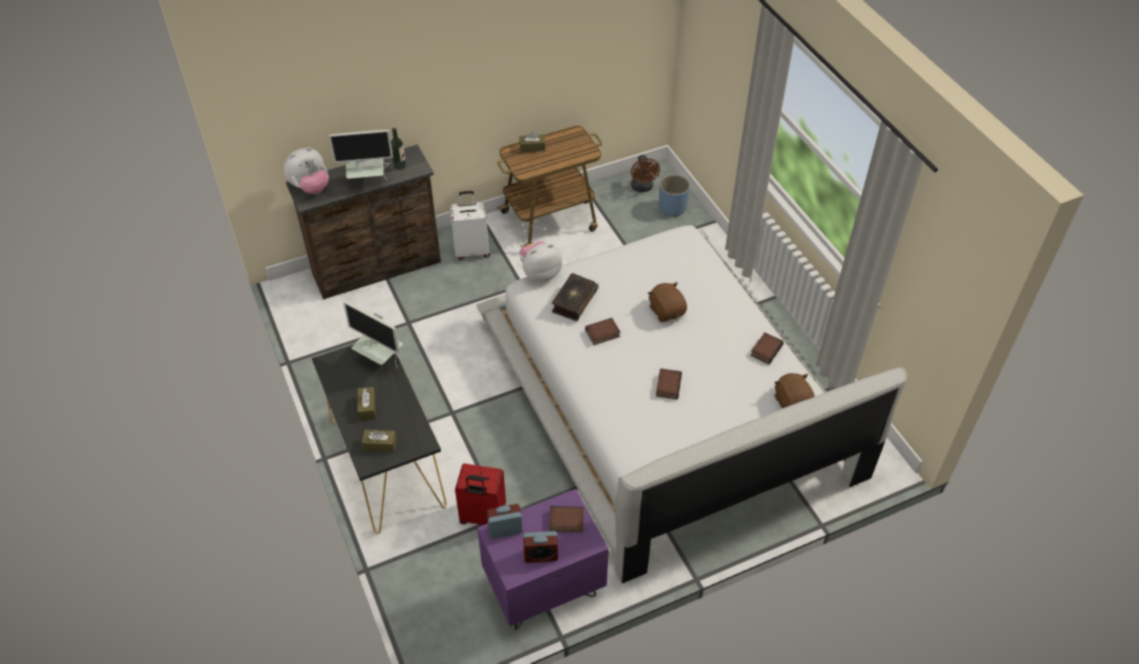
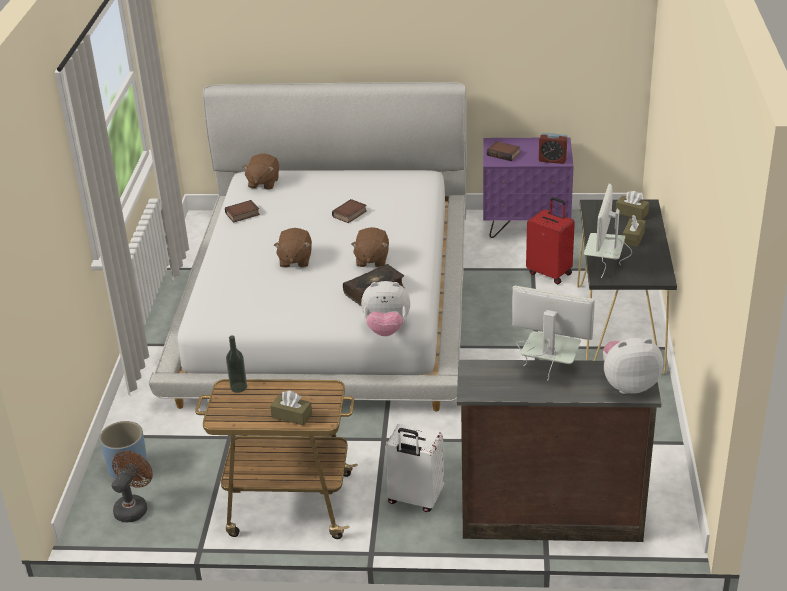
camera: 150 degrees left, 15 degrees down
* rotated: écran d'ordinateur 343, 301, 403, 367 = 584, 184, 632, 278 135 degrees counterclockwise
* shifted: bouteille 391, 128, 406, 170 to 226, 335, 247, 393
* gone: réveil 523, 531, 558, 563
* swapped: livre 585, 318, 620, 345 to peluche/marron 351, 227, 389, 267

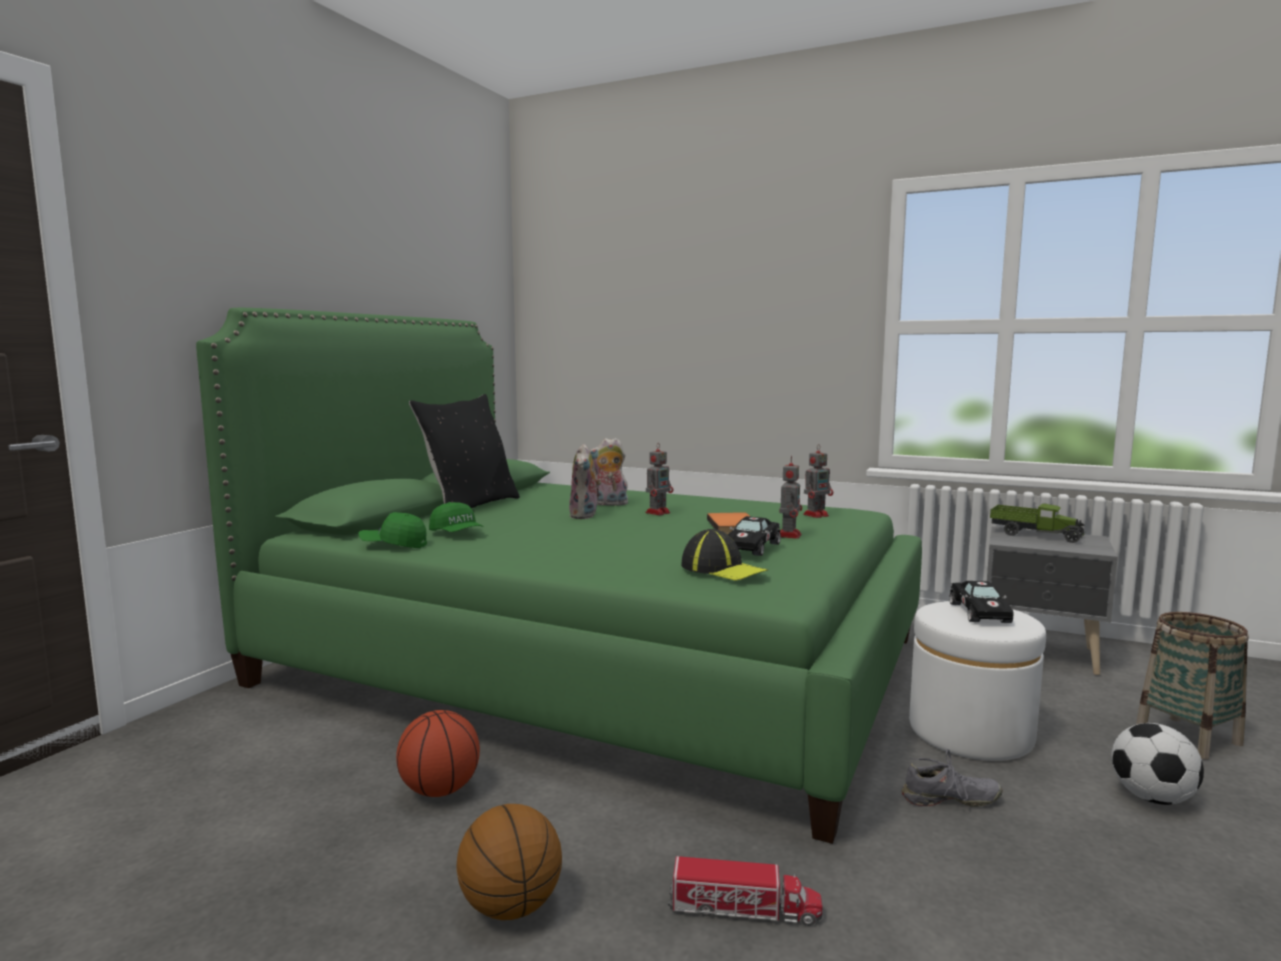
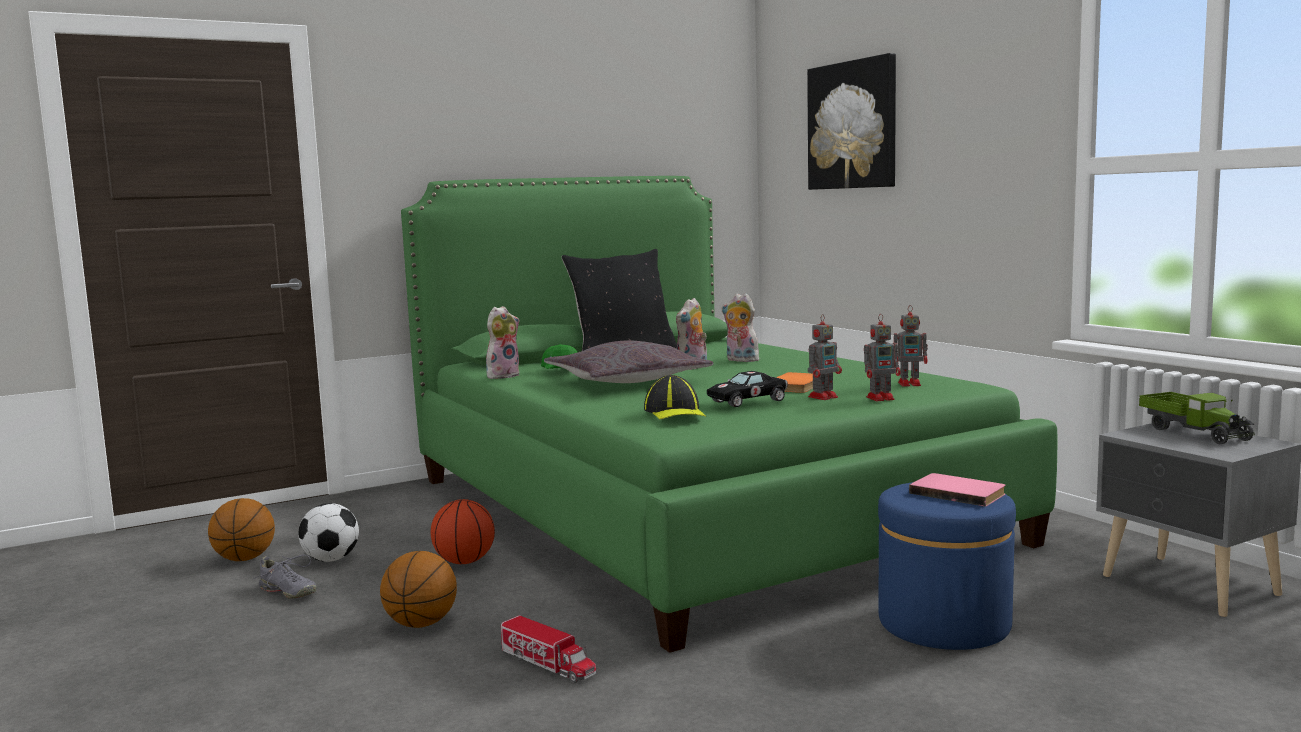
camera: 35 degrees right, 0 degrees up
* swapped: casquette/vert 358, 512, 427, 548 to peluche 486, 306, 519, 379
* shifted: robot jouet 646, 443, 674, 515 to 864, 314, 901, 401
* shifted: chaussure/gris 901, 749, 1003, 807 to 253, 554, 317, 599
* repainted: pouf/blanc 909, 601, 1046, 761 to pouf/bleu 878, 482, 1016, 650
* swapped: petite voiture/noir 949, 581, 1014, 623 to livre/rose 909, 473, 1006, 507
* shifted: ballon de foot 1111, 723, 1204, 805 to 298, 503, 359, 562
* gone: panier 1136, 612, 1249, 760
* new: ballon de basket 208, 498, 275, 561
* new: coussin/gris 544, 341, 713, 383
* new: tableau 807, 53, 896, 190

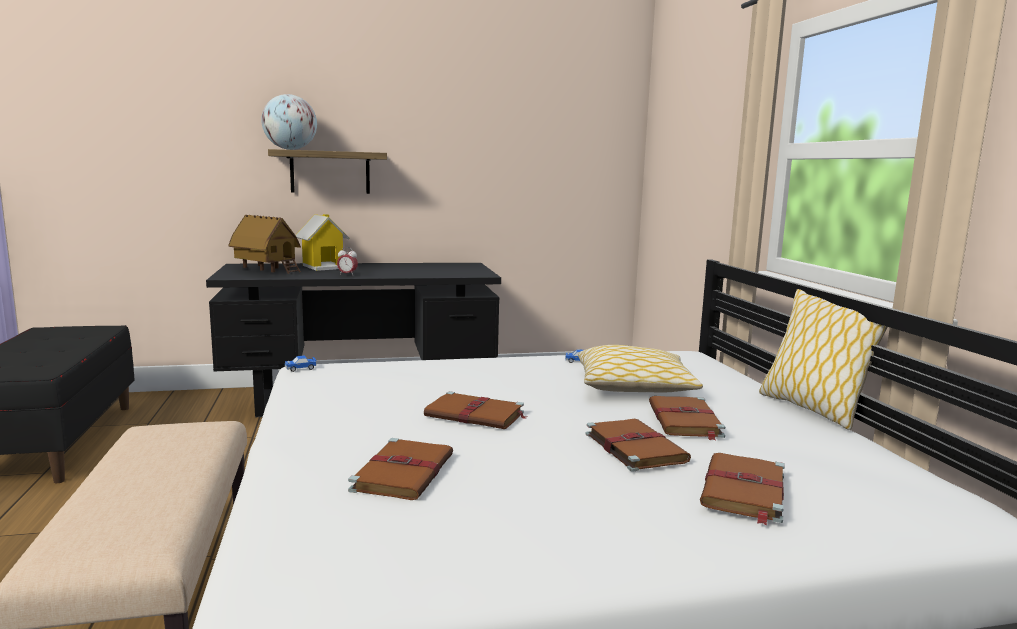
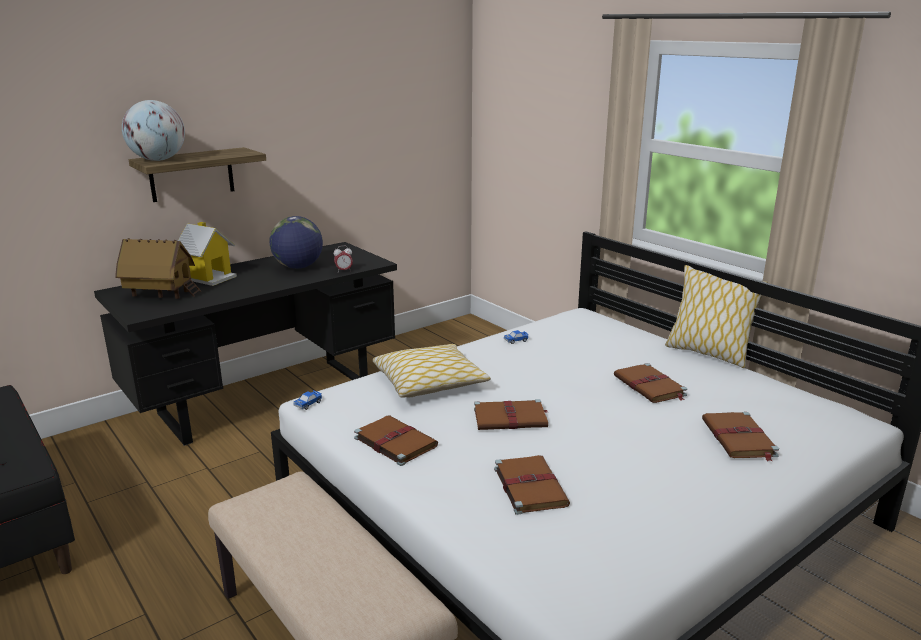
camera: 25 degrees left, 10 degrees up
* shifted: réveil 337, 247, 358, 275 to 334, 246, 353, 272
* shifted: coussin 578, 345, 703, 393 to 373, 344, 491, 398
* shifted: livre/marron 586, 419, 691, 472 to 354, 415, 438, 466
* new: globe 269, 216, 323, 269

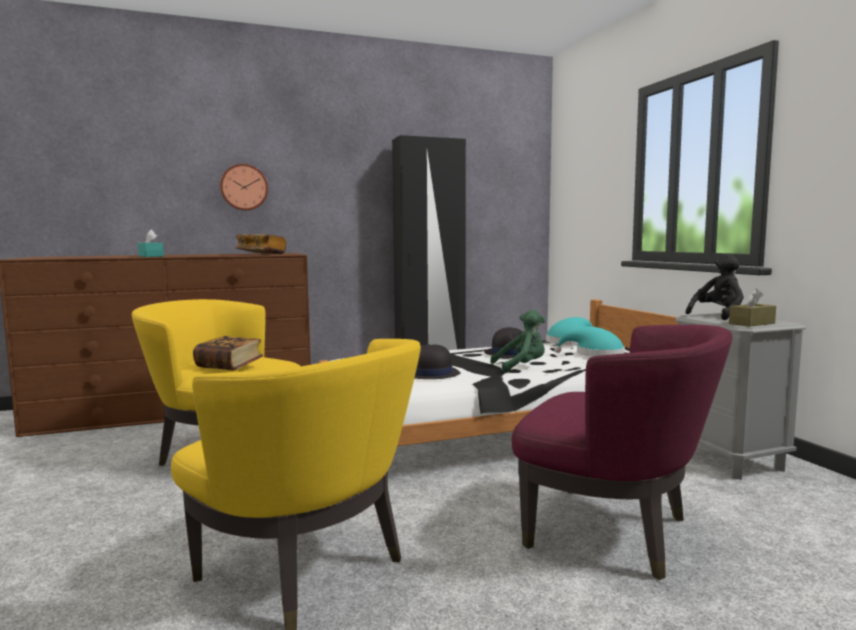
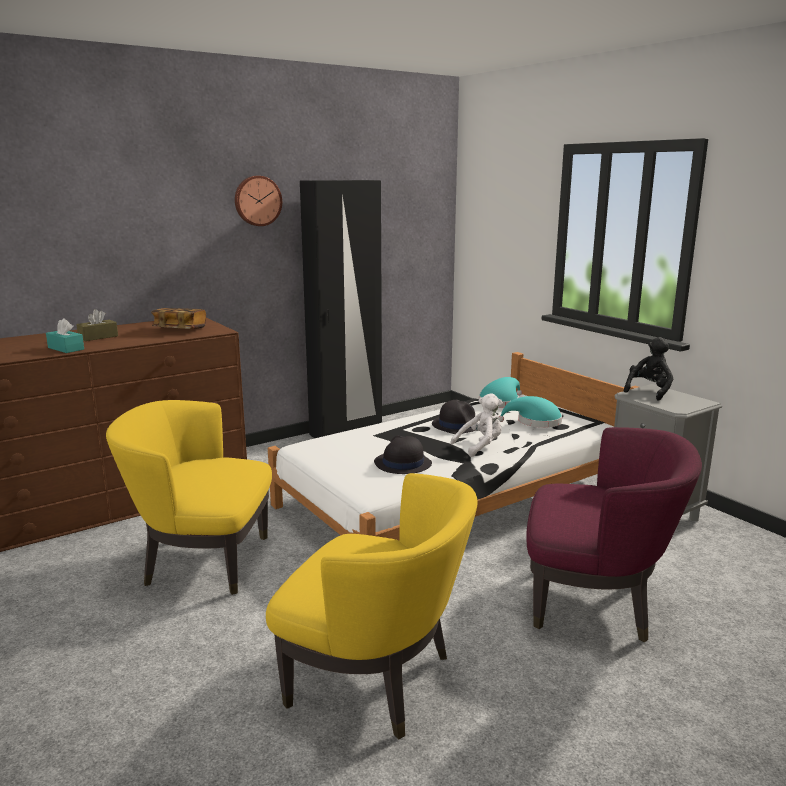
camera: 15 degrees left, 10 degrees up
* gone: livre 193, 336, 263, 370
* shifted: horloge murale 220, 164, 268, 211 to 235, 176, 282, 226
* repainted: peluche/vert 490, 310, 546, 373 to peluche/blanc 451, 393, 503, 457
* shifted: boîte à mouchoirs/marron 729, 289, 776, 327 to 76, 309, 118, 341

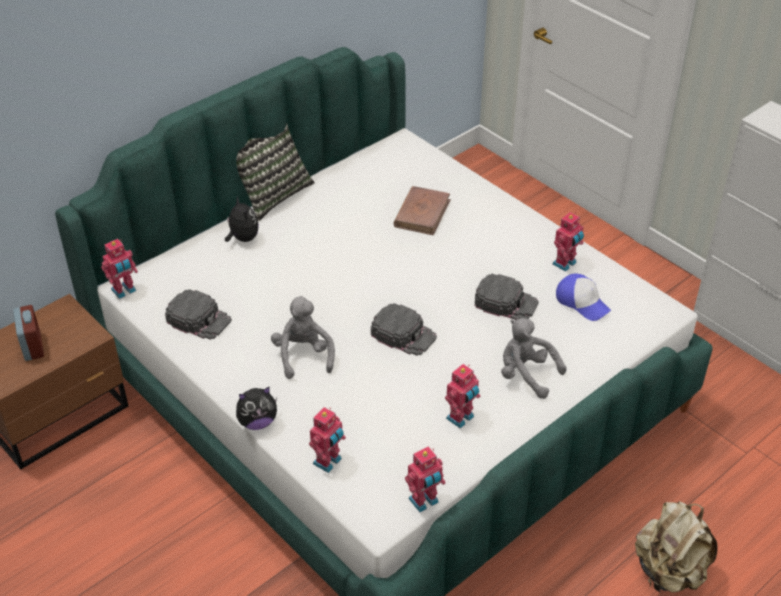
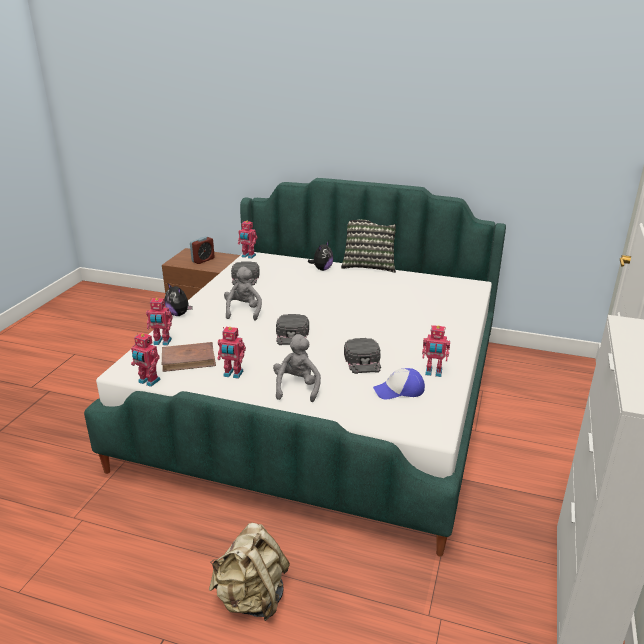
camera: 60 degrees right, 15 degrees down
* rotated: peluche/gris 271, 296, 335, 379 = 224, 267, 262, 321 45 degrees counterclockwise
* shifted: livre/marron 393, 186, 451, 235 to 162, 342, 216, 372
* rotated: casquette 556, 273, 611, 321 = 373, 368, 425, 399 60 degrees clockwise

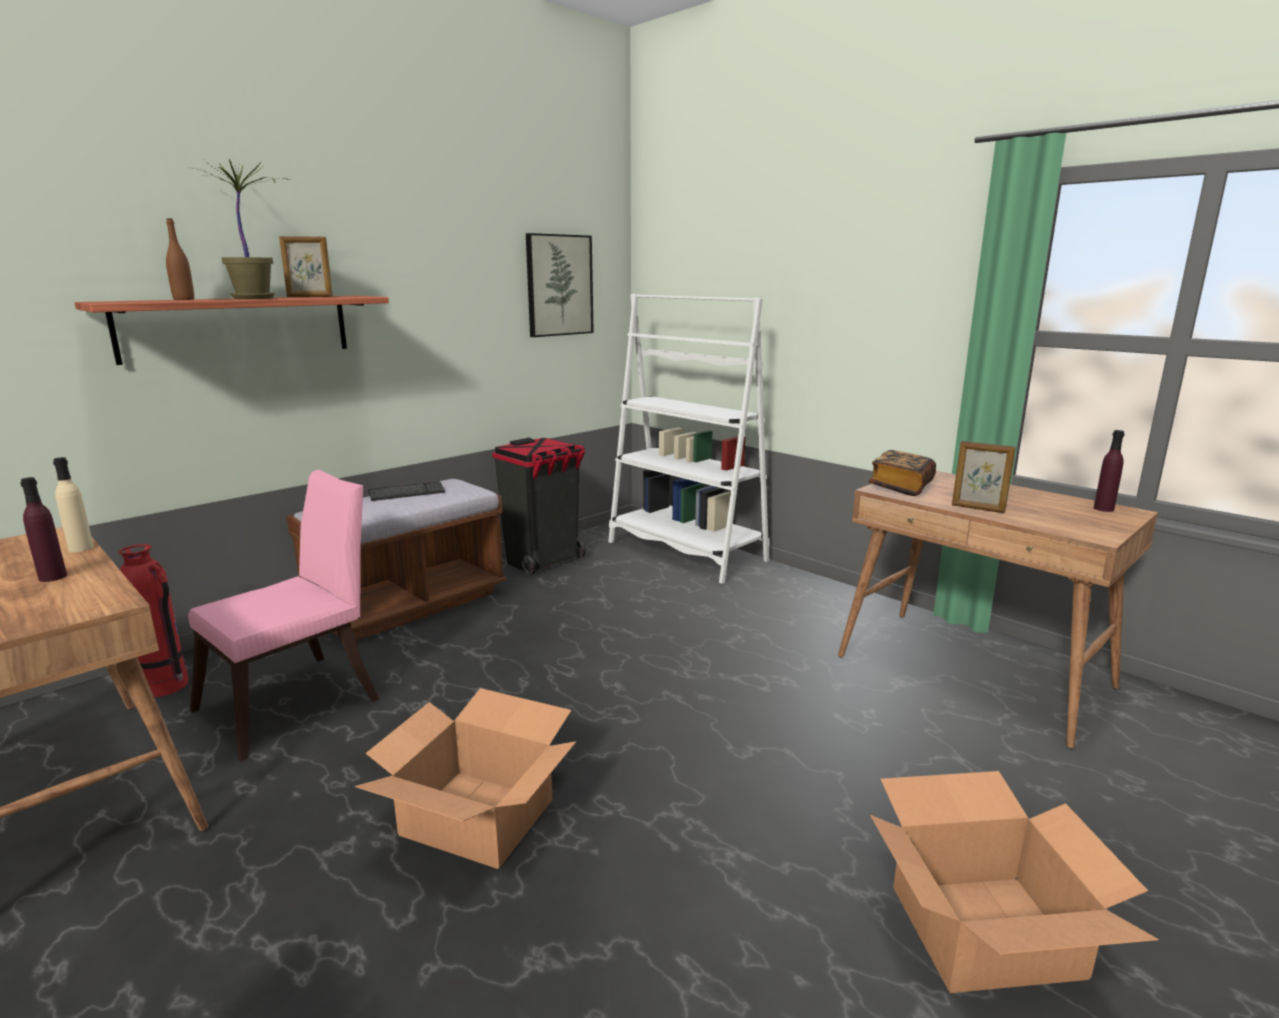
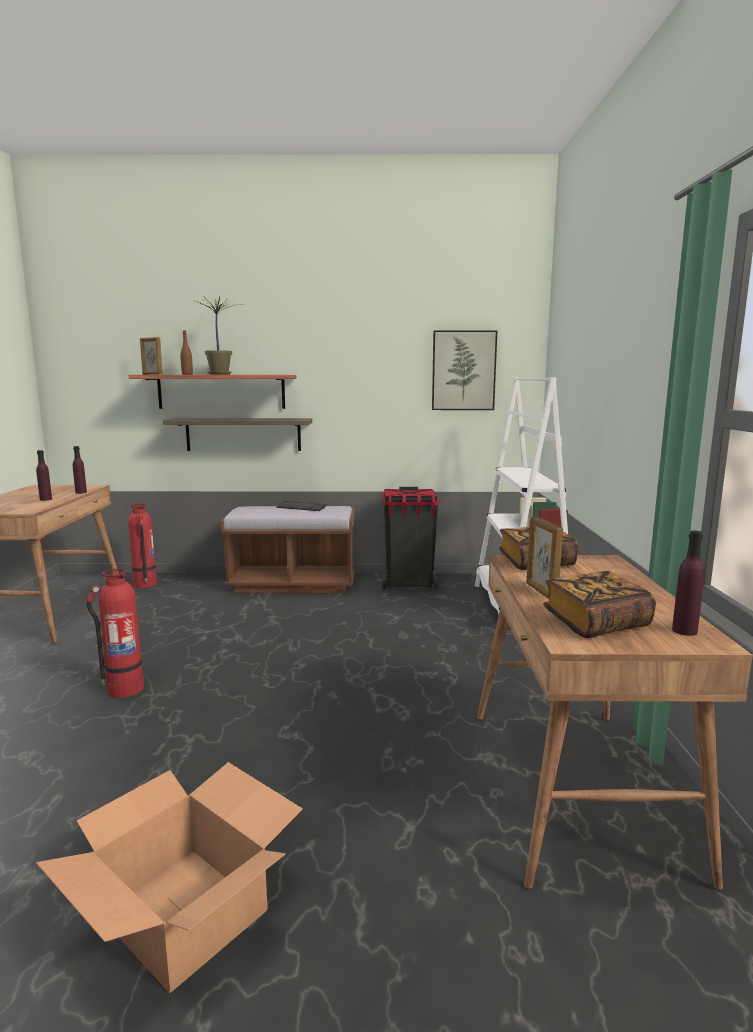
camera: 45 degrees right, 5 degrees down
* repainted: bouteille/beige 53, 457, 94, 552 to bouteille/violet 73, 446, 87, 494
* gone: chaise/rose 188, 470, 379, 762
* shifted: cadre photo 279, 236, 333, 297 to 140, 337, 163, 375
* swapped: carton 355, 688, 576, 869 to extincteur 86, 569, 144, 698
* new: étagère 163, 418, 312, 451
* new: livre 543, 571, 656, 638

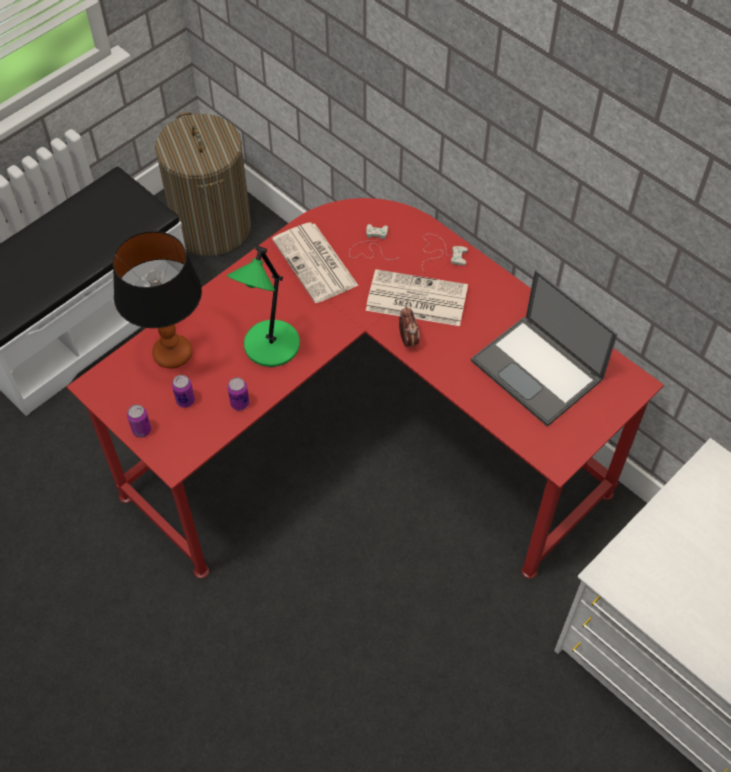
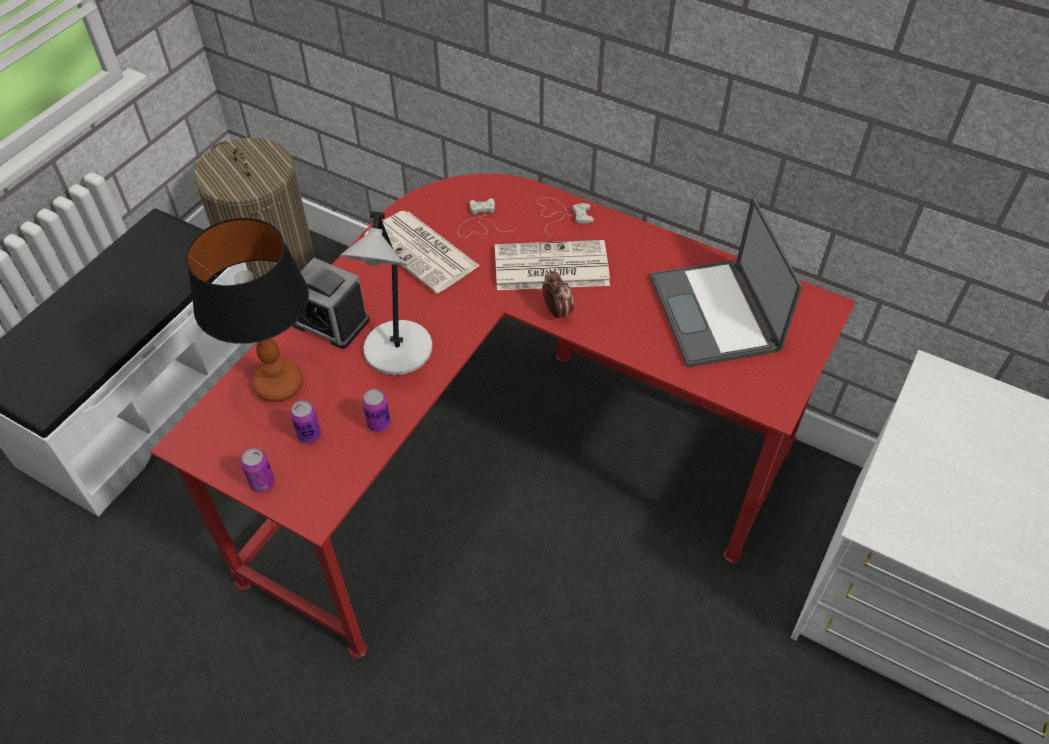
camera: 15 degrees left, 5 degrees down
* repainted: lampe de table/vert 227, 246, 300, 367 to lampe de table/gris 340, 211, 432, 375
* rotated: ordinateur portable 471, 270, 617, 427 = 650, 197, 803, 368 45 degrees clockwise
* new: réveil 293, 258, 370, 349

